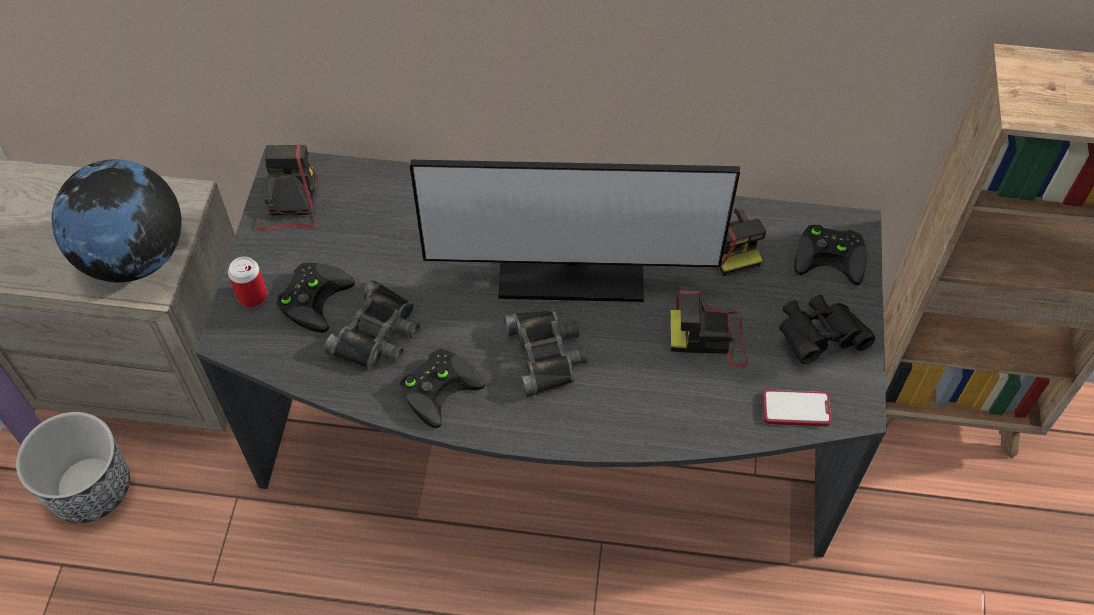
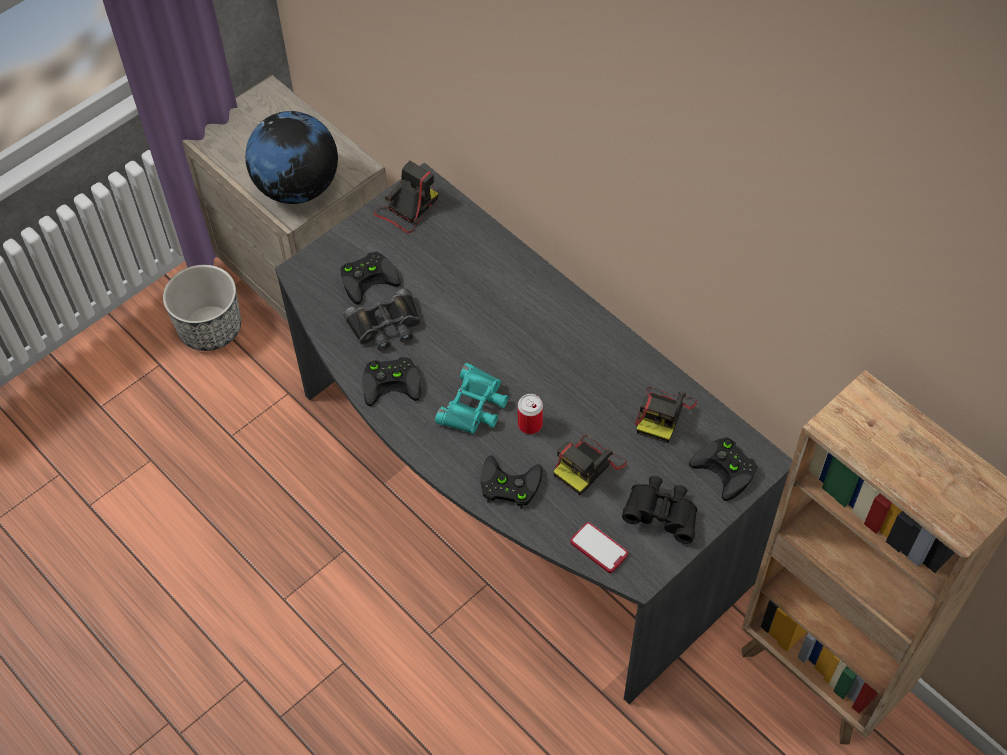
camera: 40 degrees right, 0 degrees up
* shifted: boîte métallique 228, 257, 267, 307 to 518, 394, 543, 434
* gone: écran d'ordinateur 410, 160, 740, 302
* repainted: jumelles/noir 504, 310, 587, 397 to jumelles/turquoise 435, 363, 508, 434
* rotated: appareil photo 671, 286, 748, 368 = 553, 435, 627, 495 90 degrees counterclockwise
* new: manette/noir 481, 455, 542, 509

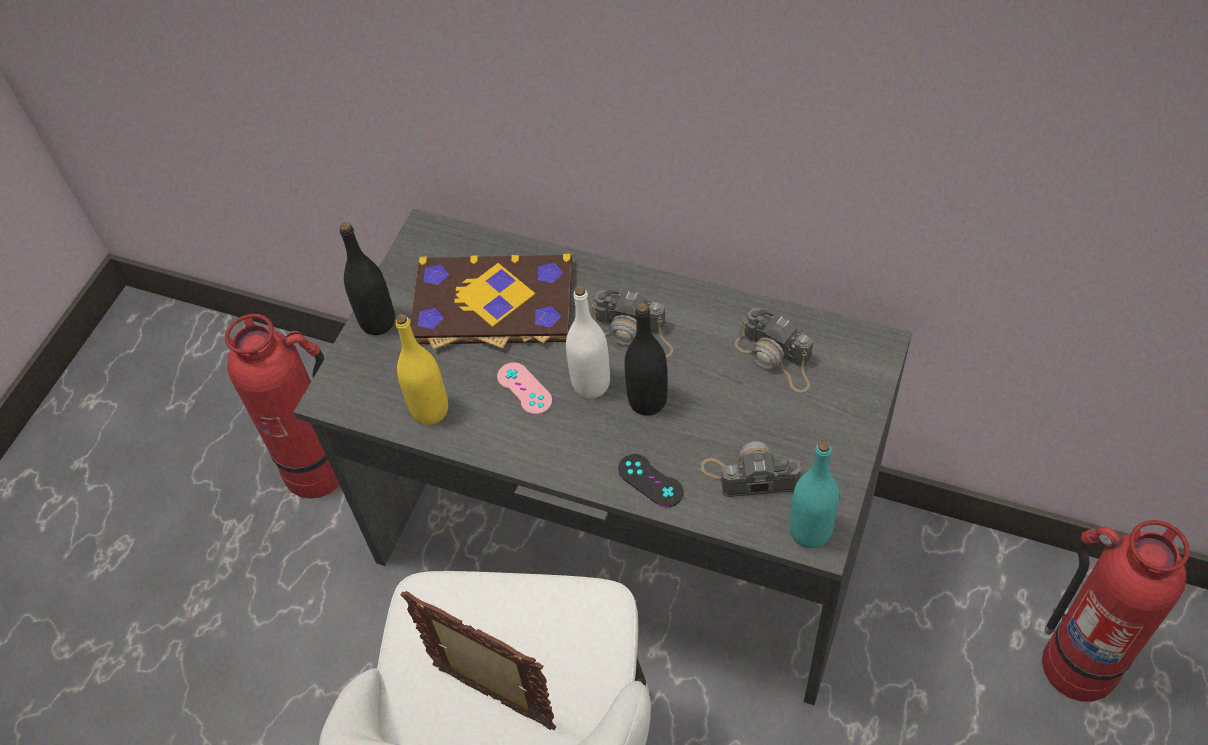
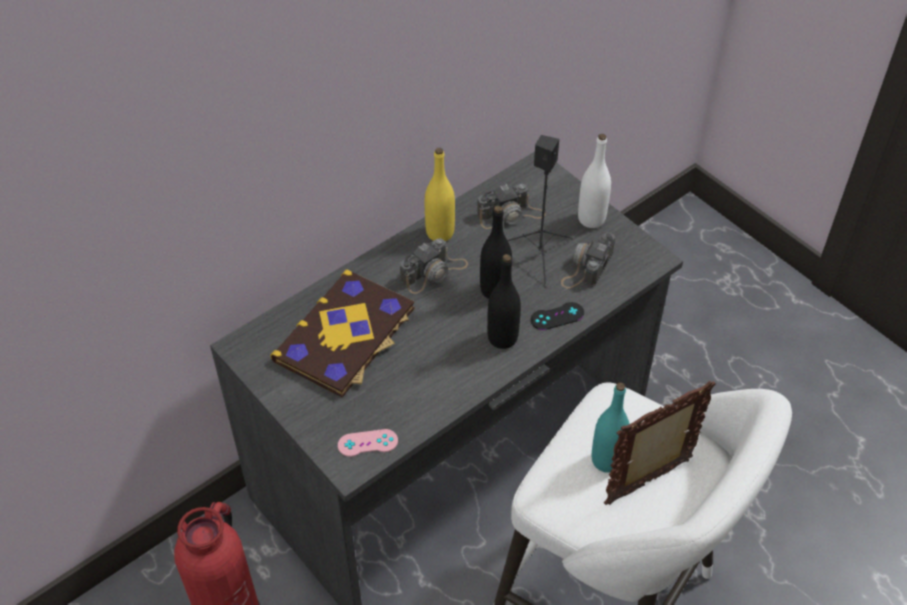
camera: 65 degrees left, 5 degrees down
* shifted: bouteille/noir 340, 222, 395, 335 to 487, 254, 521, 349
* shifted: bouteille/jaune 395, 314, 448, 425 to 425, 148, 455, 241
* shifted: manette/rose 497, 362, 552, 415 to 338, 429, 398, 457
* shifted: bouteille/blanc 566, 285, 610, 398 to 578, 134, 611, 228
* shifted: bouteille/turquoise 790, 440, 839, 548 to 592, 383, 629, 473
* gone: extincteur 1042, 520, 1190, 702
* new: enceinte/noir 508, 135, 573, 288

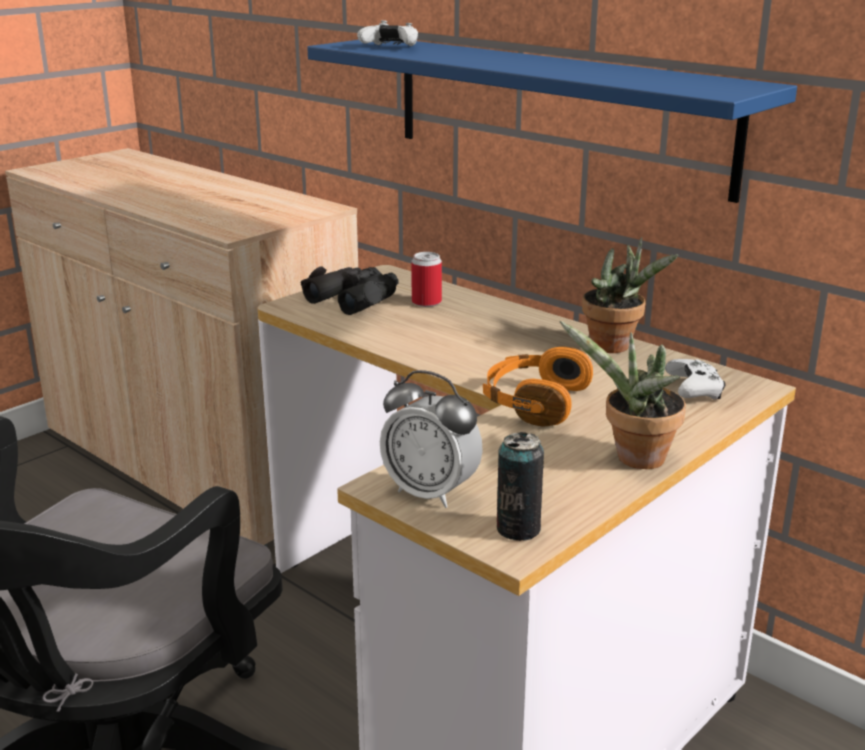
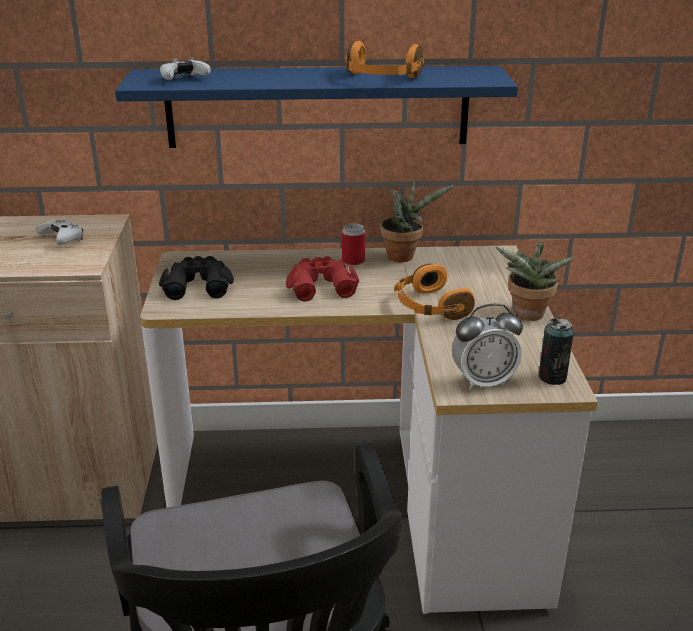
camera: 45 degrees left, 5 degrees up
* shifted: boîte métallique 411, 252, 442, 307 to 342, 223, 365, 266
* shifted: manette/blanc 665, 359, 725, 400 to 36, 219, 83, 245
* new: jumelles/rouge 286, 256, 360, 302
* new: casque audio/orange 346, 41, 424, 78

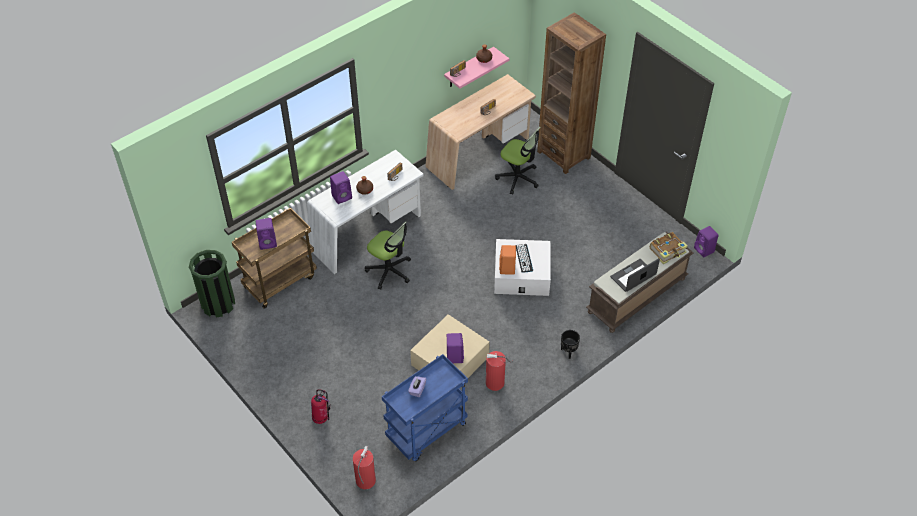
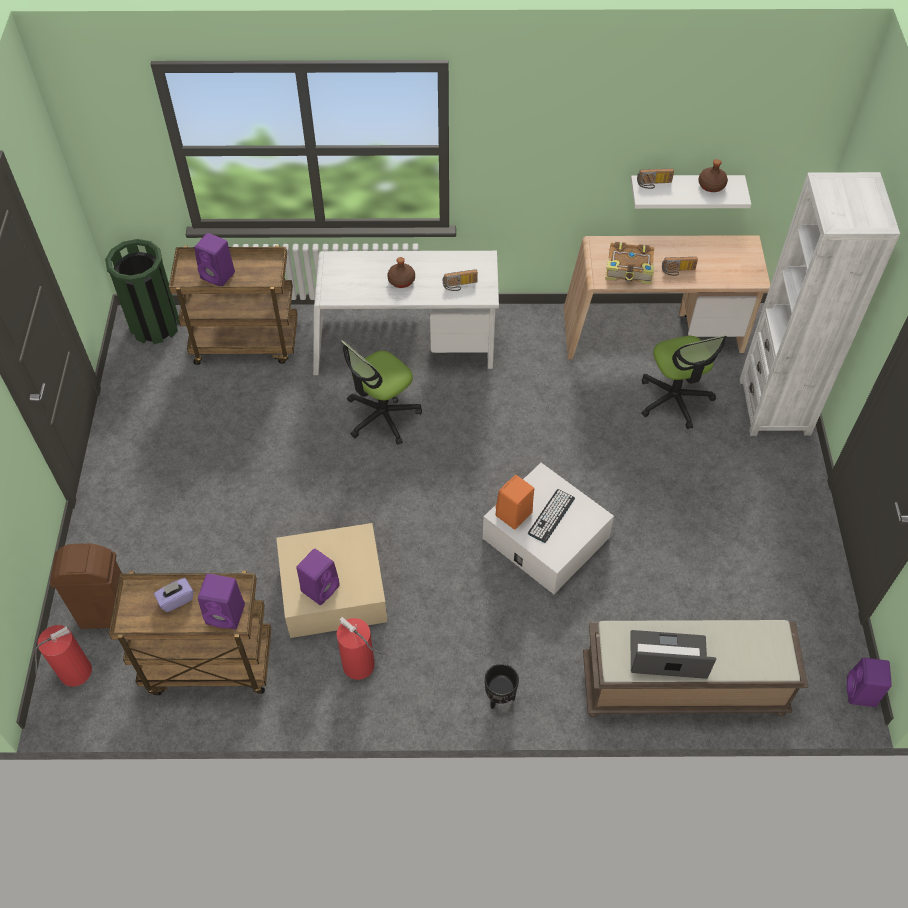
camera: 40 degrees right, 5 degrees up
* gone: extincteur 311, 389, 331, 424
* shifted: enceinte/violet 330, 171, 352, 204 to 198, 574, 245, 629
* rotated: chaise de bureau 365, 221, 411, 290 = 341, 340, 422, 445 60 degrees clockwise
* repainted: chariot/bleu 382, 354, 468, 461 to chariot/marron 109, 571, 272, 695
* repainted: étagère/rose 444, 47, 509, 89 to étagère/blanc 631, 175, 751, 209
* repainted: bibliothèque/marron 537, 12, 606, 174 to bibliothèque/blanc 739, 172, 900, 436
* shifted: livre 650, 232, 688, 264 to 605, 242, 654, 284
* new: poubelle/marron 50, 543, 122, 629

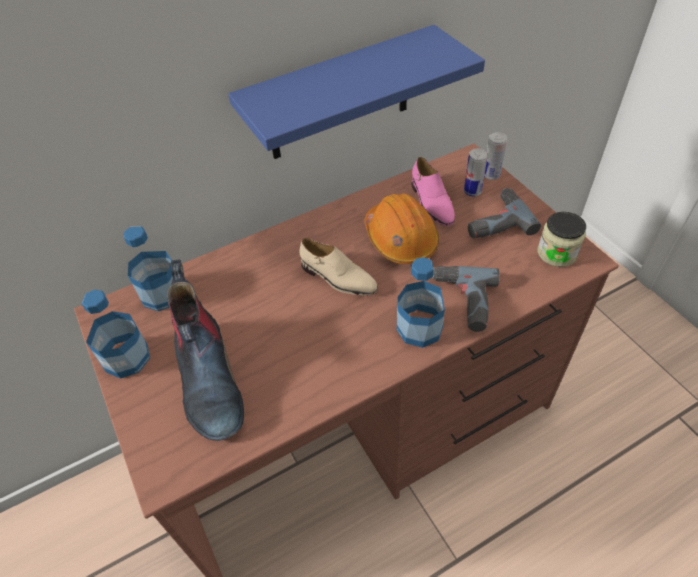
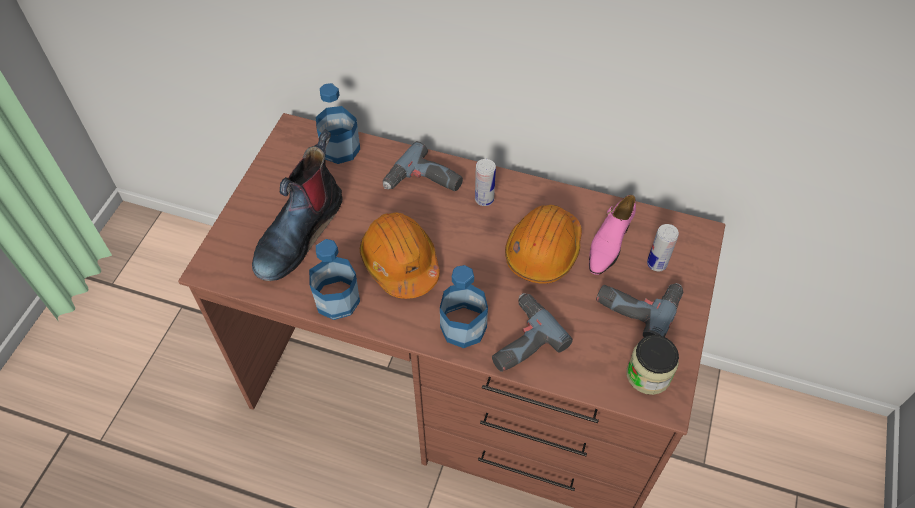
camera: 45 degrees right, 5 degrees up
* shifted: bouteille 81, 290, 150, 378 to 309, 239, 360, 320
* gone: étagère/bleu 228, 25, 485, 159
* gone: chaussure/beige 300, 238, 378, 296
* shifted: boîte métallique 484, 132, 507, 180 to 475, 159, 496, 206
* new: casque de chantier/orange 360, 212, 440, 299
* new: perceuse 383, 141, 463, 191

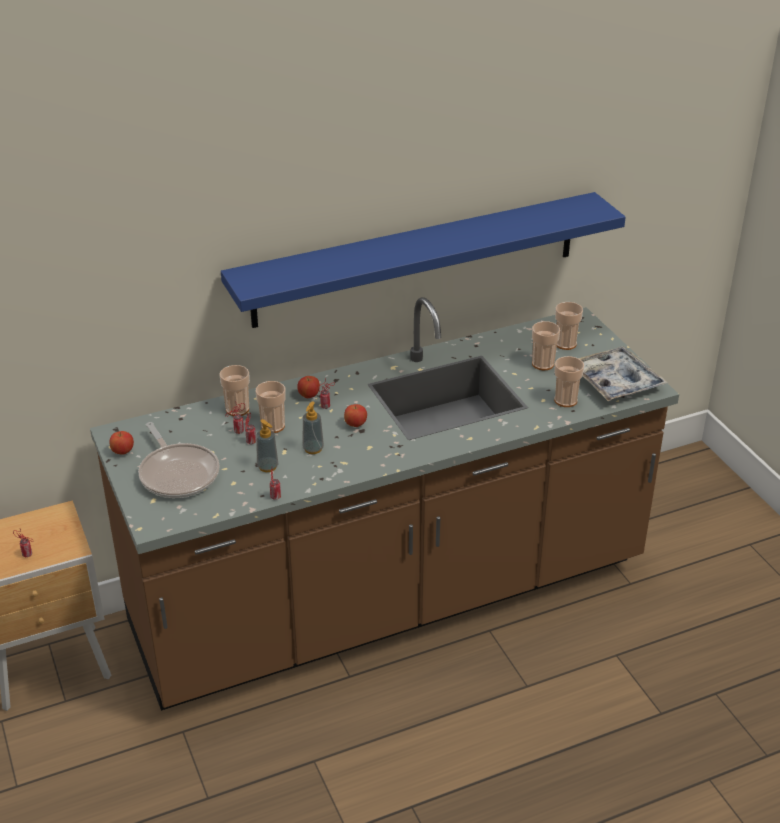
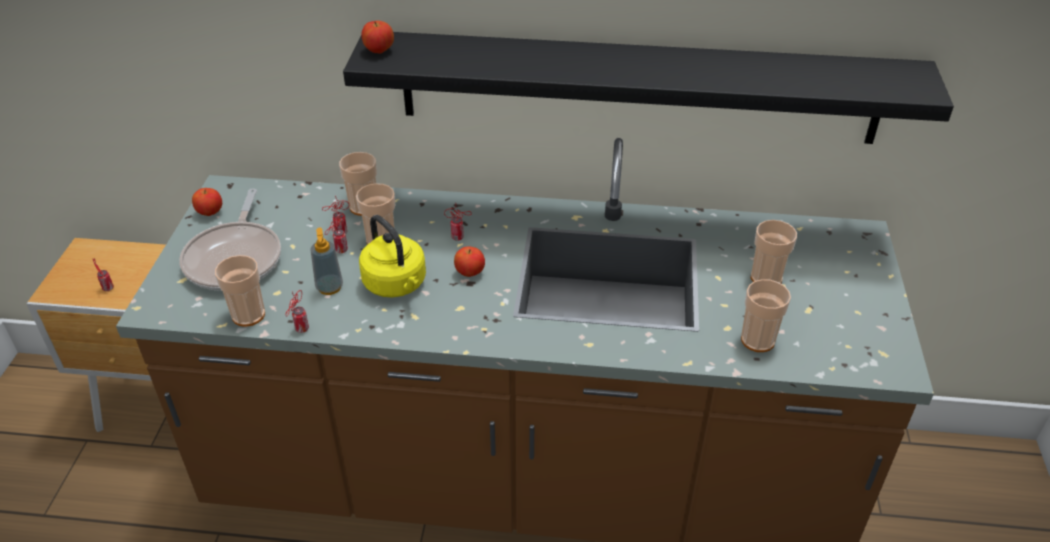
camera: 30 degrees right, 5 degrees up
* repainted: étagère/bleu 221, 192, 626, 328 to étagère/noir 343, 32, 954, 144
* shifted: pomme 297, 376, 320, 398 to 361, 21, 394, 54
* swapped: distributeur de savon 302, 401, 324, 454 to bouilloire/jaune 359, 215, 426, 297
* shifted: tasse 555, 302, 583, 350 to 215, 255, 265, 327
* gone: plateau 578, 346, 669, 401

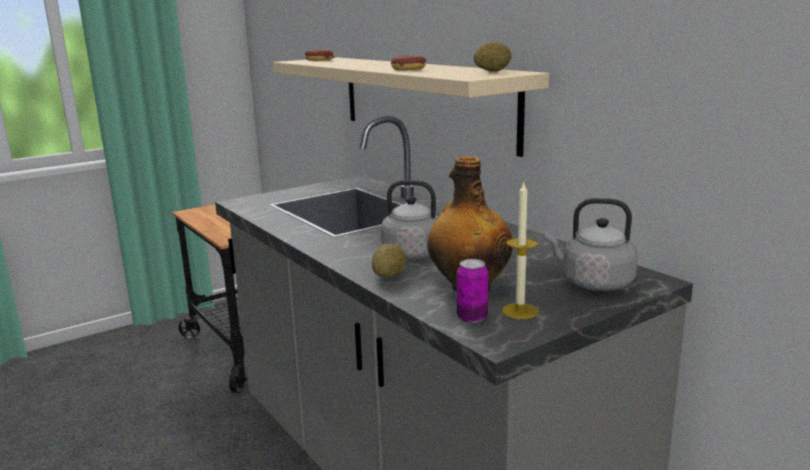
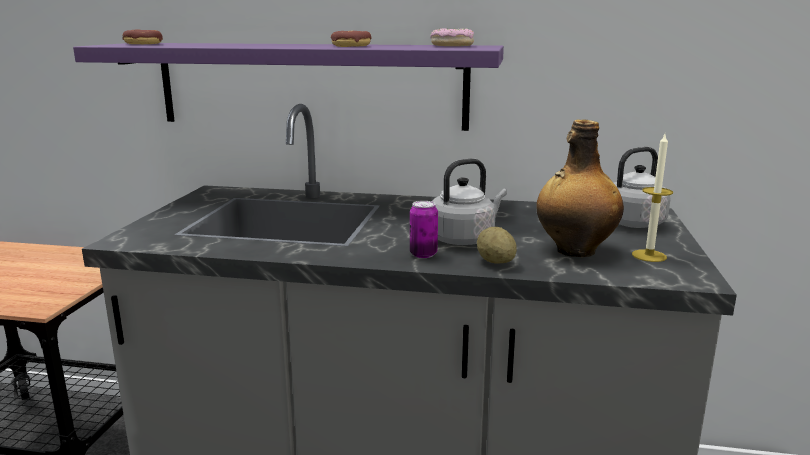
camera: 45 degrees left, 0 degrees up
* repainted: étagère/beige 273, 58, 549, 157 to étagère/violet 73, 43, 504, 131
* shifted: boîte métallique 457, 259, 488, 323 to 410, 201, 438, 258
* swapped: pomme de terre 474, 41, 512, 72 to beignet 430, 28, 474, 46

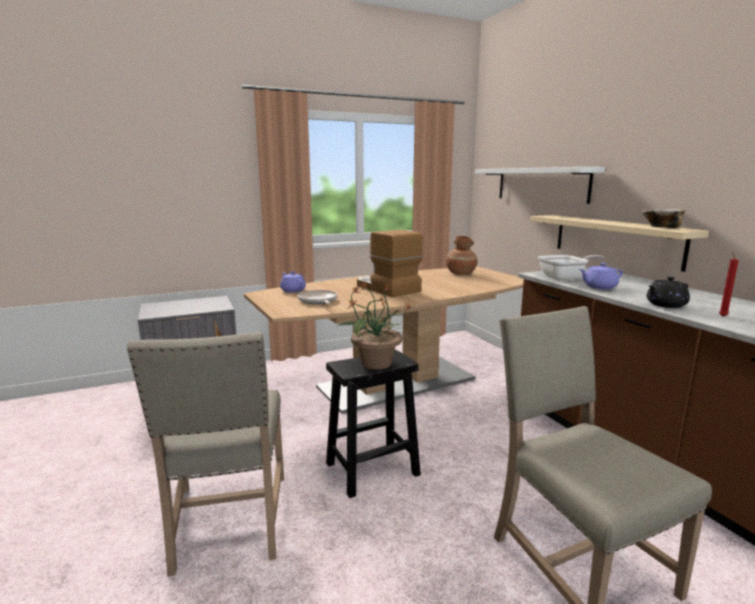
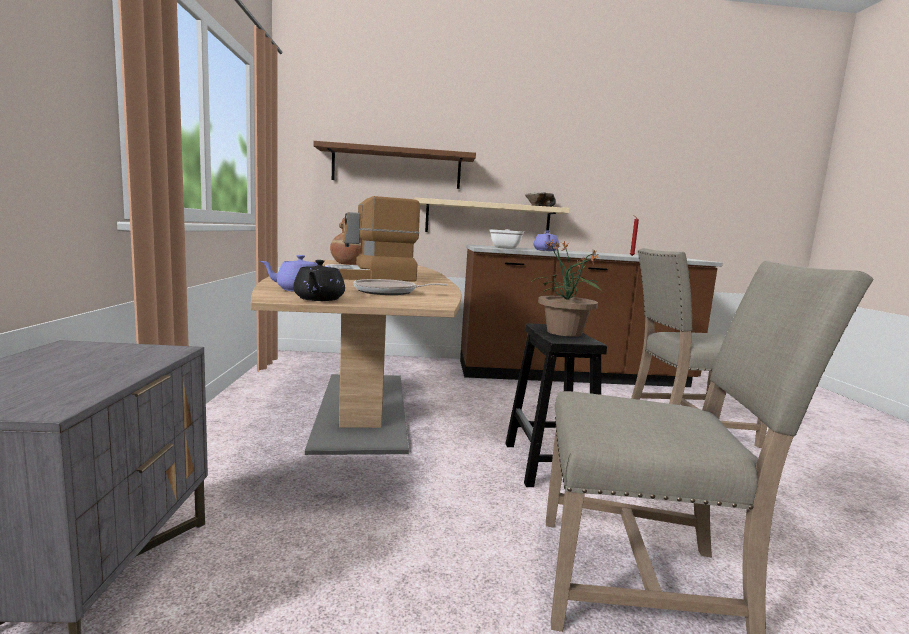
camera: 70 degrees left, 5 degrees down
* repainted: étagère/blanc 475, 167, 605, 204 to étagère/marron 313, 141, 476, 189
* shifted: théière/noir 647, 277, 690, 308 to 293, 260, 345, 301

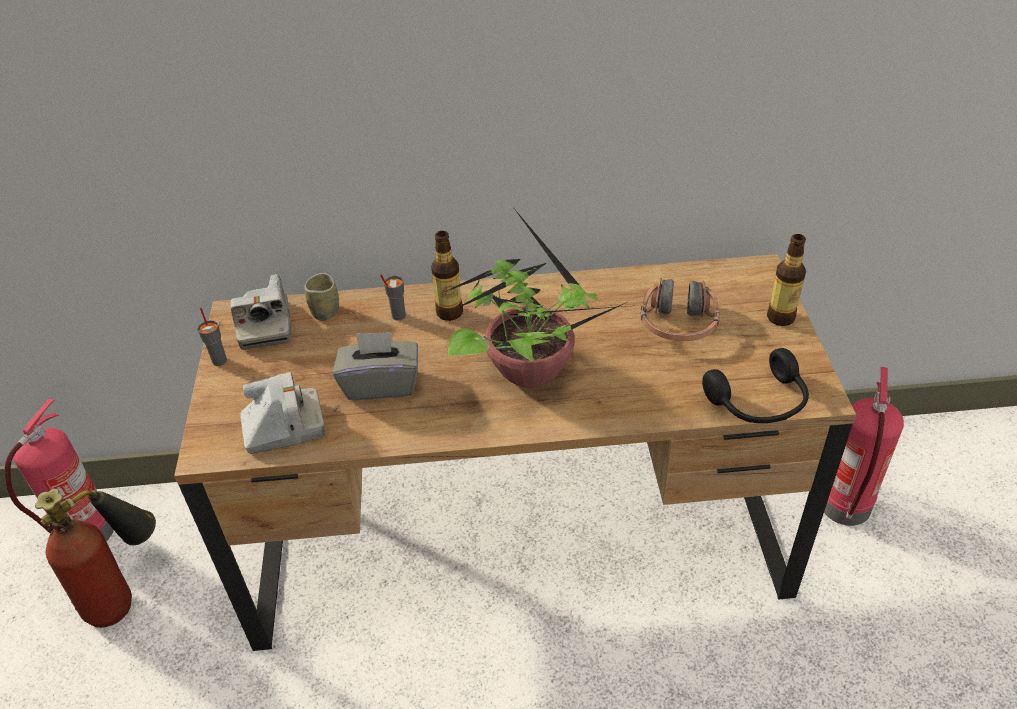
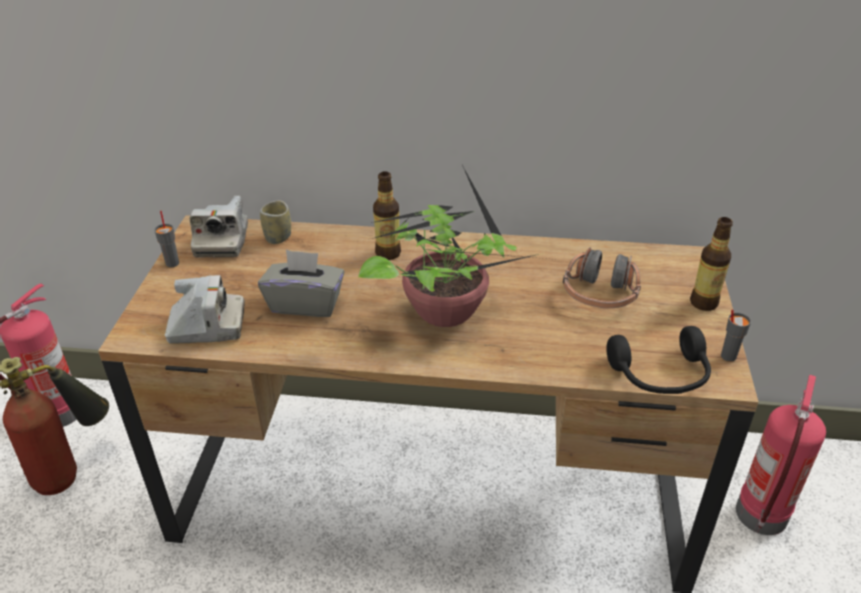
camera: 10 degrees right, 5 degrees down
* shifted: tasse/gris 380, 274, 406, 321 to 721, 309, 751, 362

